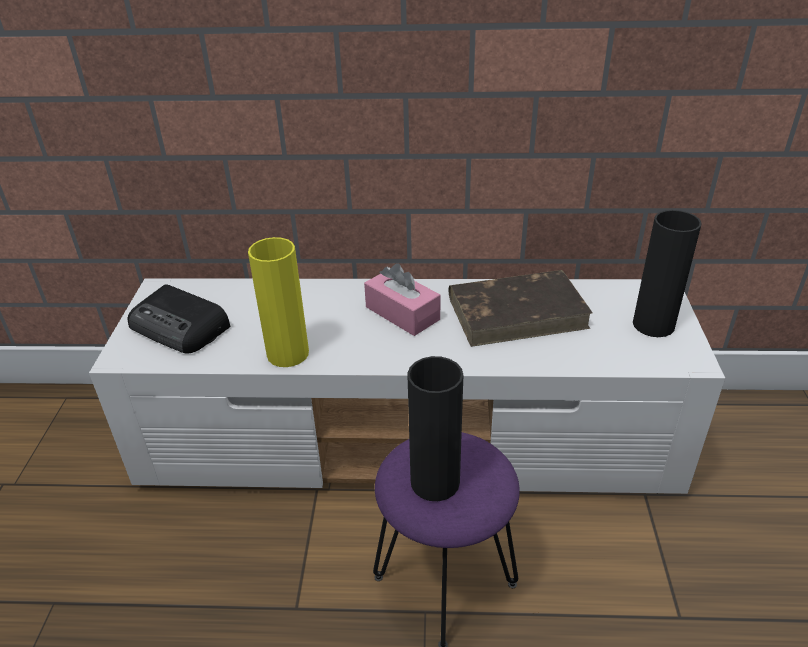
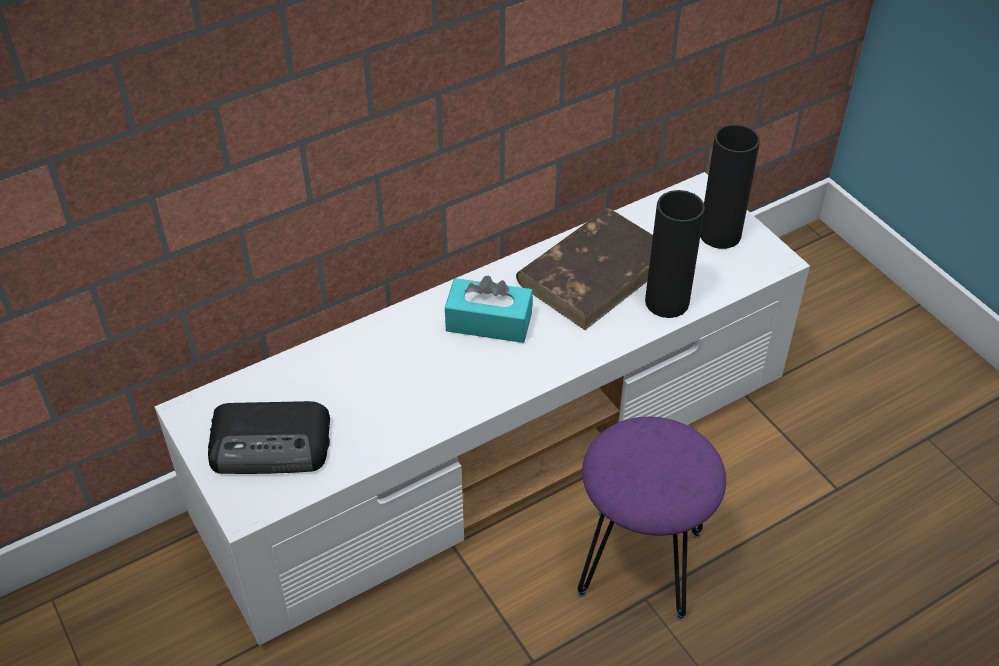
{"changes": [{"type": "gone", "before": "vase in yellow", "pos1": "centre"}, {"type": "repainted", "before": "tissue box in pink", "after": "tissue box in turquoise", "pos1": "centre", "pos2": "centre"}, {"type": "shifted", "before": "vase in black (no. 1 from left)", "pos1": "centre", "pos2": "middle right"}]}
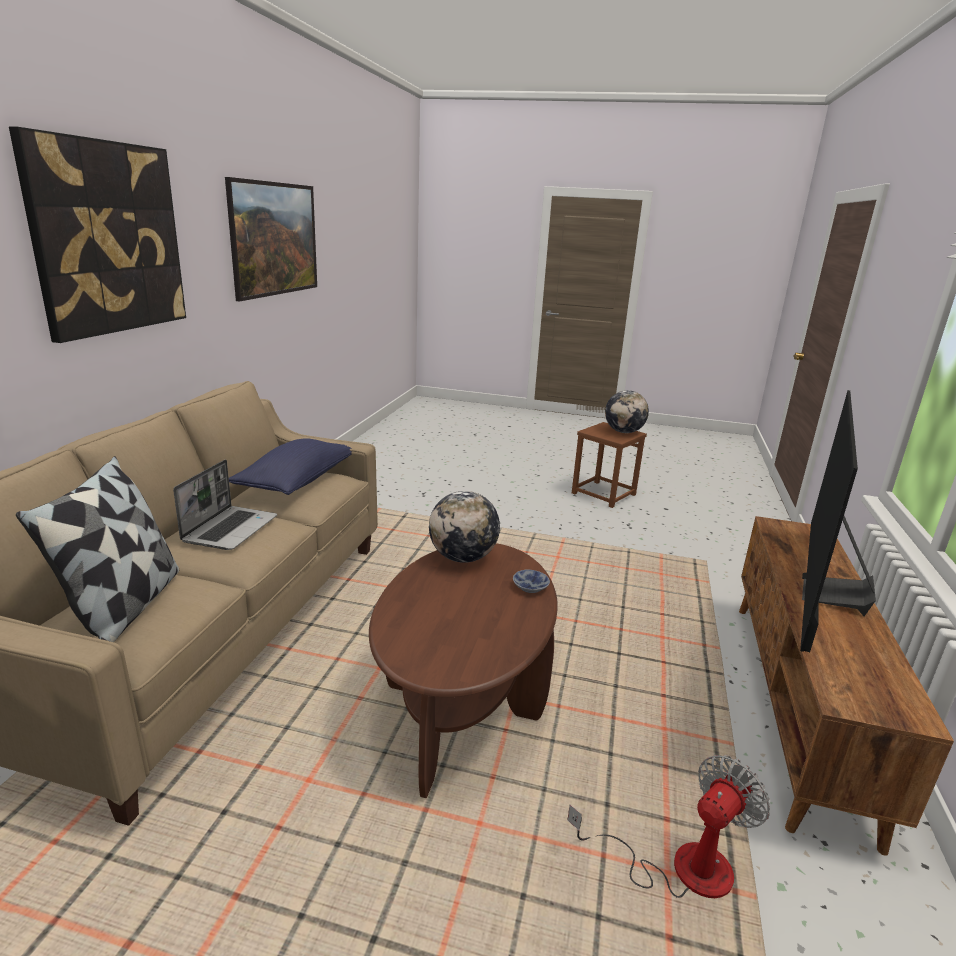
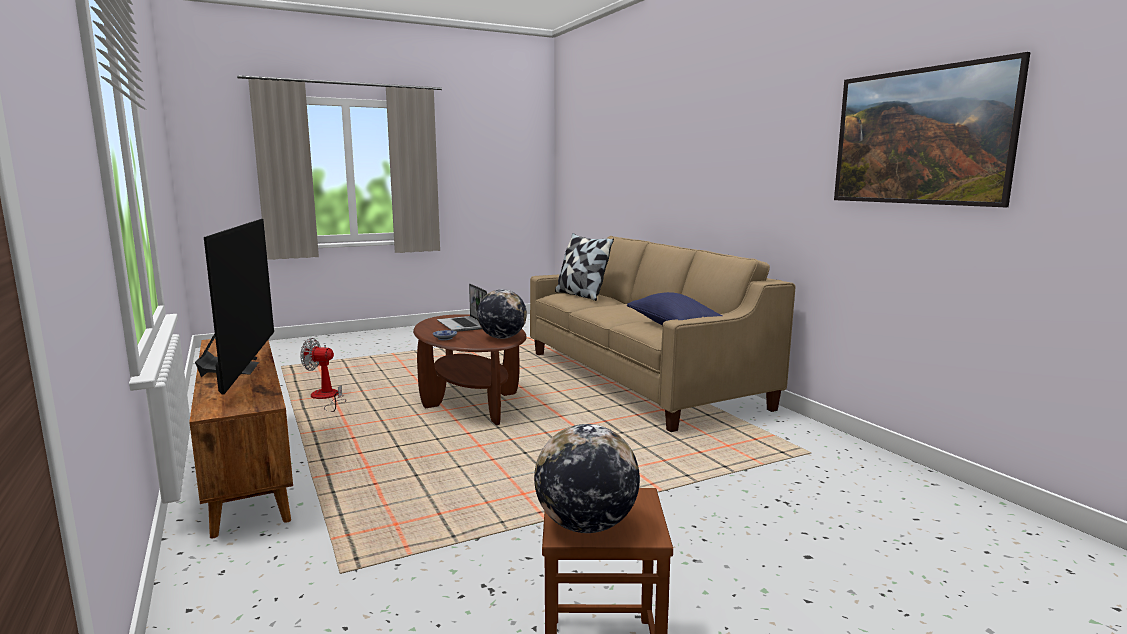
{"changes": [{"type": "gone", "before": "picture (no. 1 from left)", "pos1": "top left"}, {"type": "shifted", "before": "laptop", "pos1": "middle left", "pos2": "centre"}, {"type": "rotated", "before": "fan", "pos1": "bottom right", "pos2": "middle left", "turn": 90}]}
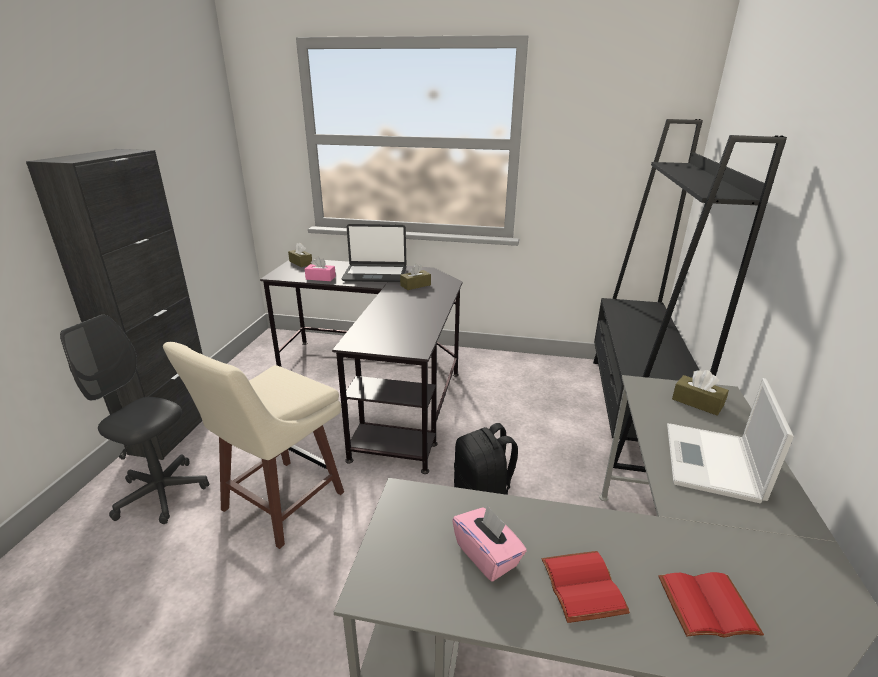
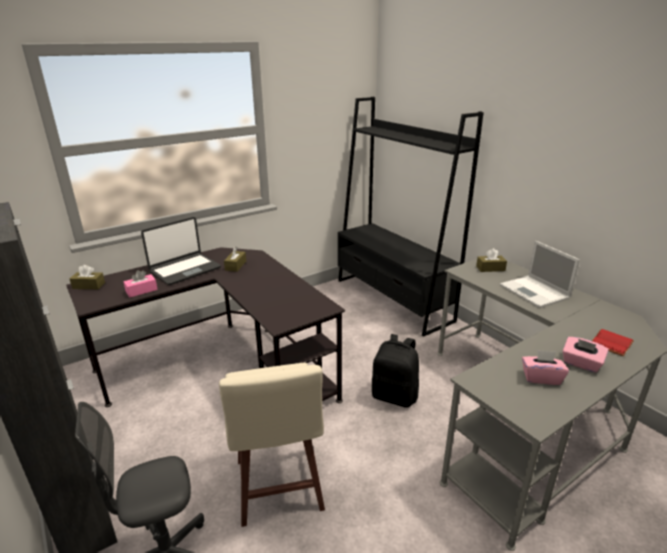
{"changes": [{"type": "swapped", "before": "book in red (no. 1 from left)", "after": "tissue box in pink (no. 3 from left)", "pos1": "bottom right", "pos2": "middle right"}]}
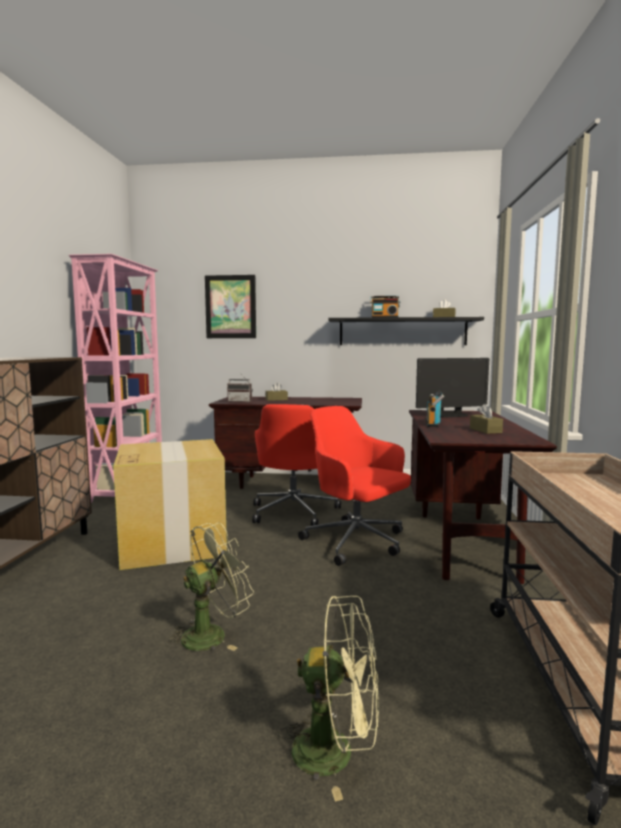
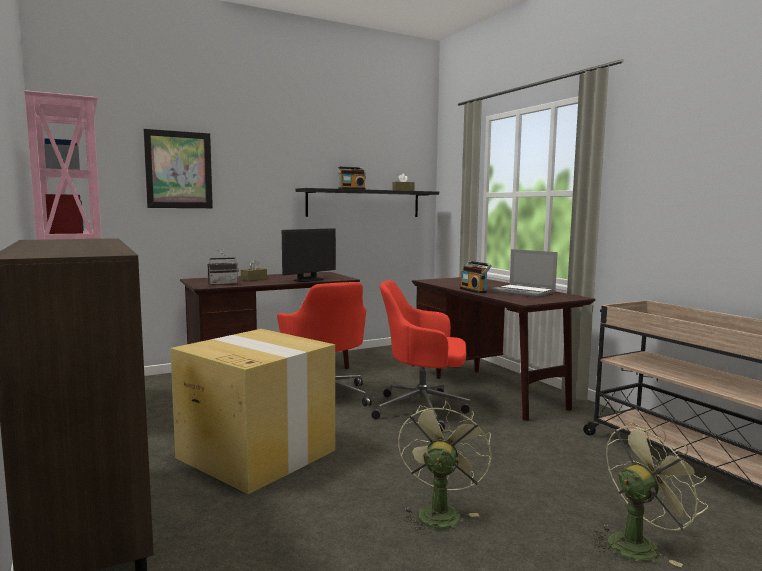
{"changes": [{"type": "shifted", "before": "monitor", "pos1": "middle right", "pos2": "centre"}, {"type": "swapped", "before": "tissue box in brown (no. 3 from left)", "after": "laptop", "pos1": "middle right", "pos2": "middle right"}]}
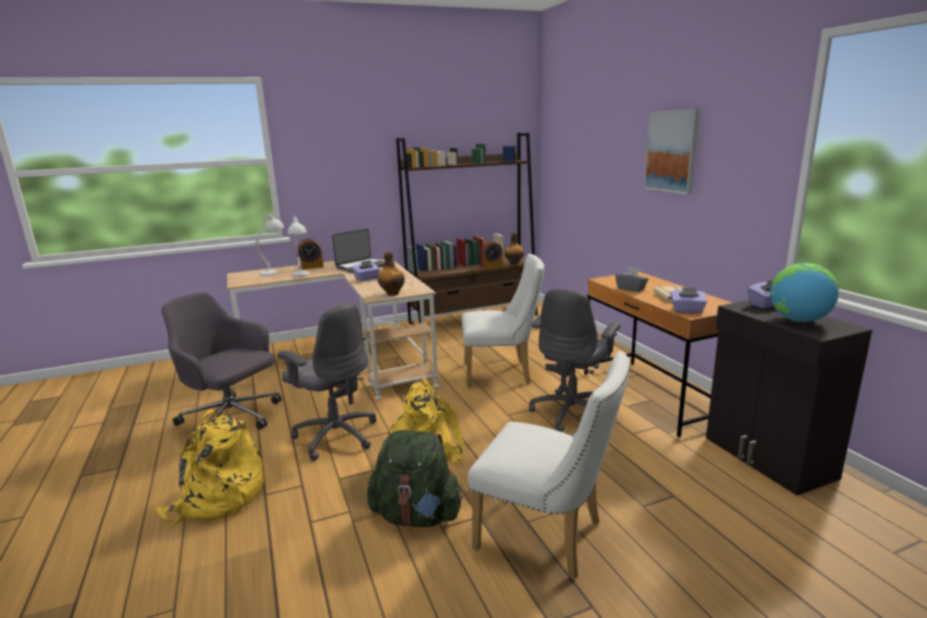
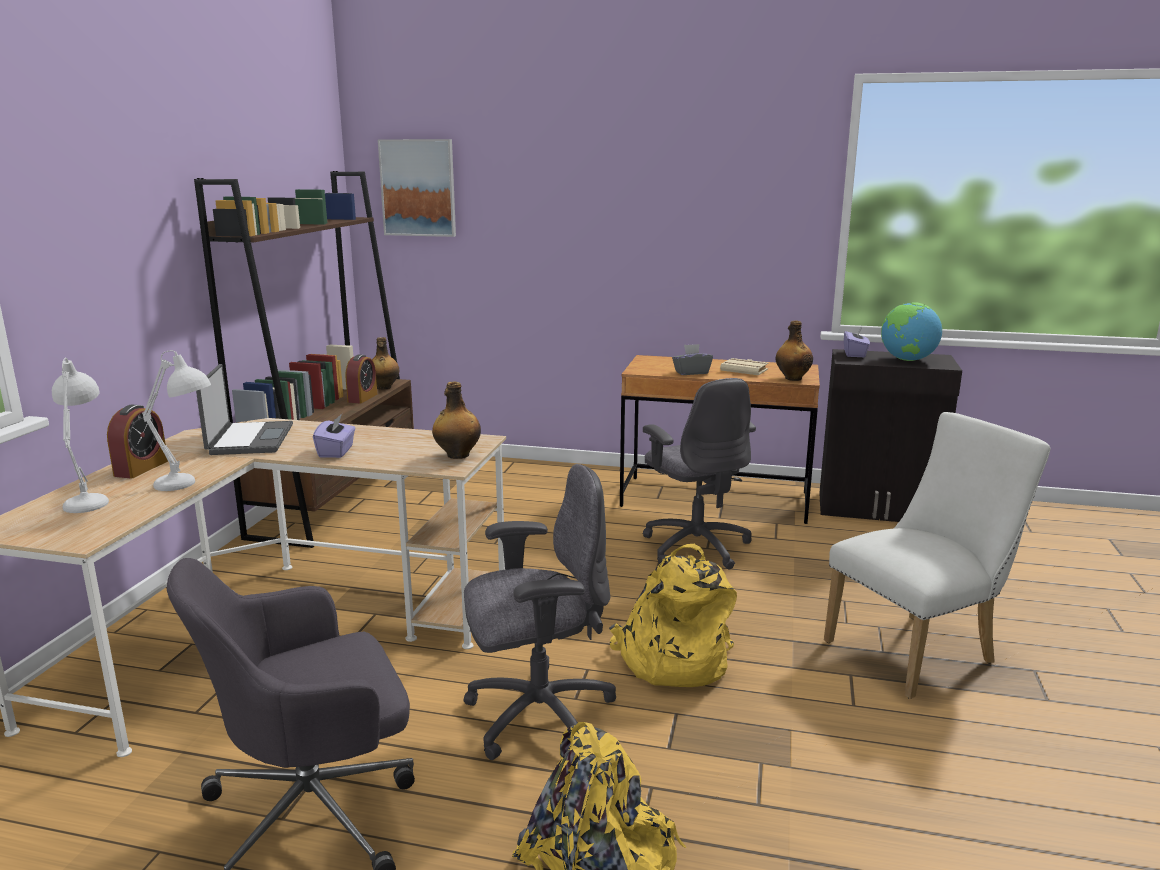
{"changes": [{"type": "shifted", "before": "picture", "pos1": "top right", "pos2": "top centre"}, {"type": "gone", "before": "chair in white (no. 1 from left)", "pos1": "centre"}, {"type": "swapped", "before": "tissue box in purple (no. 2 from left)", "after": "bottle (no. 3 from left)", "pos1": "middle right", "pos2": "middle right"}, {"type": "gone", "before": "backpack in green", "pos1": "bottom centre"}]}
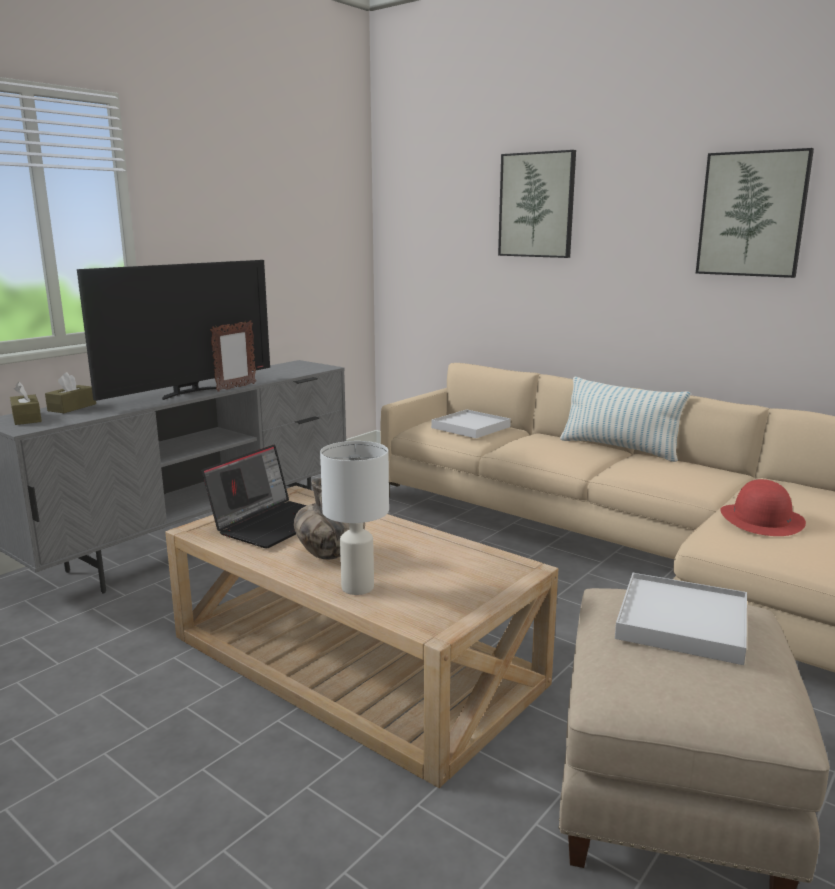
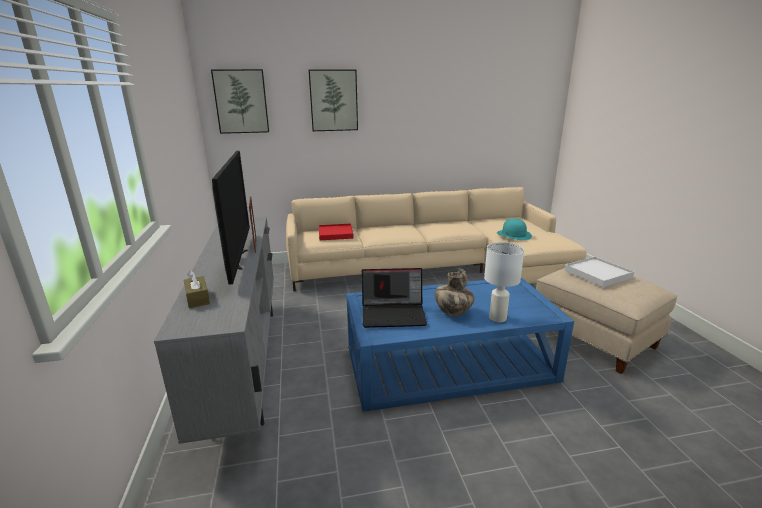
{"changes": [{"type": "shifted", "before": "picture (no. 2 from left in the first image)", "after": "picture (no. 1 from left)", "pos1": "top right", "pos2": "top left"}, {"type": "gone", "before": "pillow", "pos1": "middle right"}, {"type": "gone", "before": "tissue box in brown (no. 1 from left)", "pos1": "middle left"}, {"type": "repainted", "before": "tray in white (no. 1 from left)", "after": "tray in red", "pos1": "centre", "pos2": "centre"}, {"type": "rotated", "before": "laptop", "pos1": "middle left", "pos2": "centre", "turn": 105}, {"type": "repainted", "before": "hat in red", "after": "hat in turquoise", "pos1": "middle right", "pos2": "middle right"}, {"type": "repainted", "before": "coffee table in beige", "after": "coffee table in blue", "pos1": "bottom centre", "pos2": "bottom centre"}]}
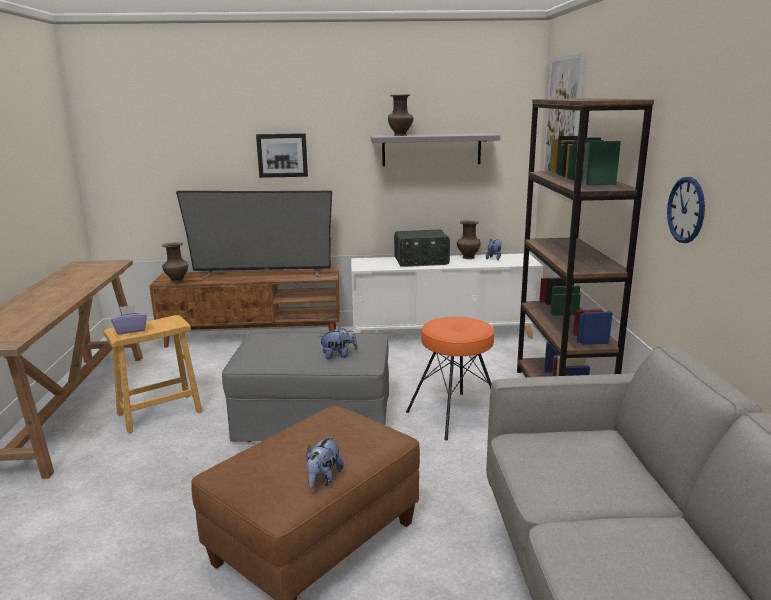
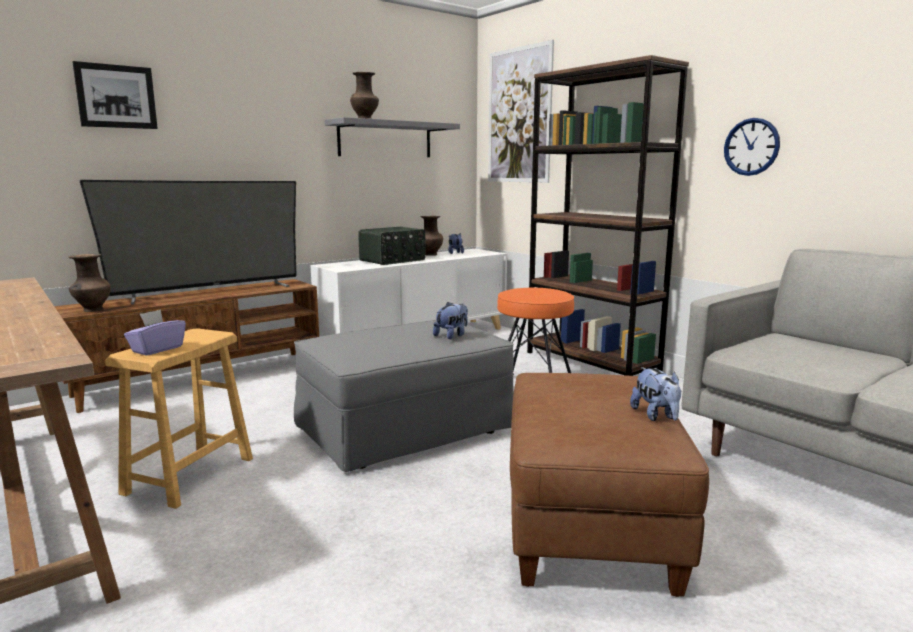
{"changes": [{"type": "shifted", "before": "picture (no. 1 from left)", "pos1": "top centre", "pos2": "top left"}]}
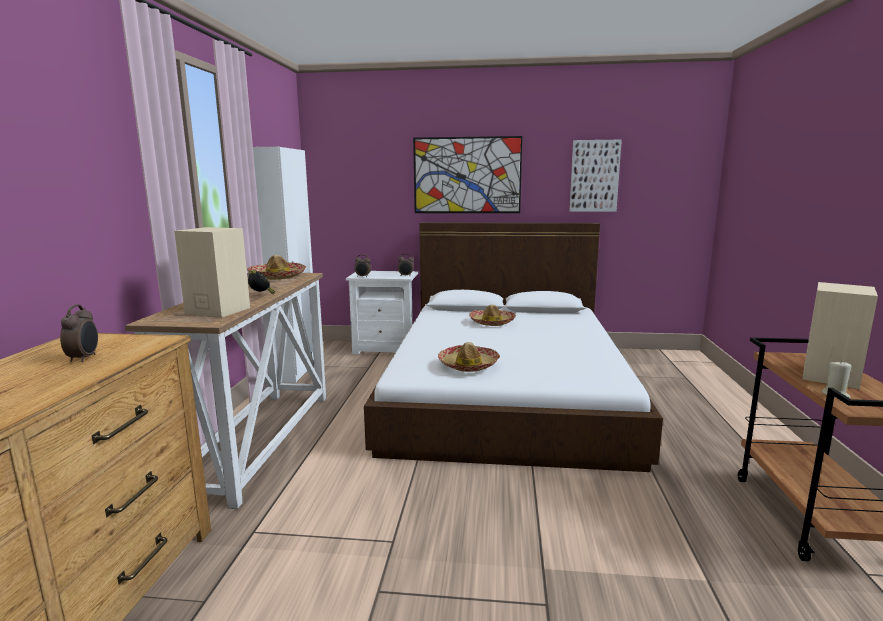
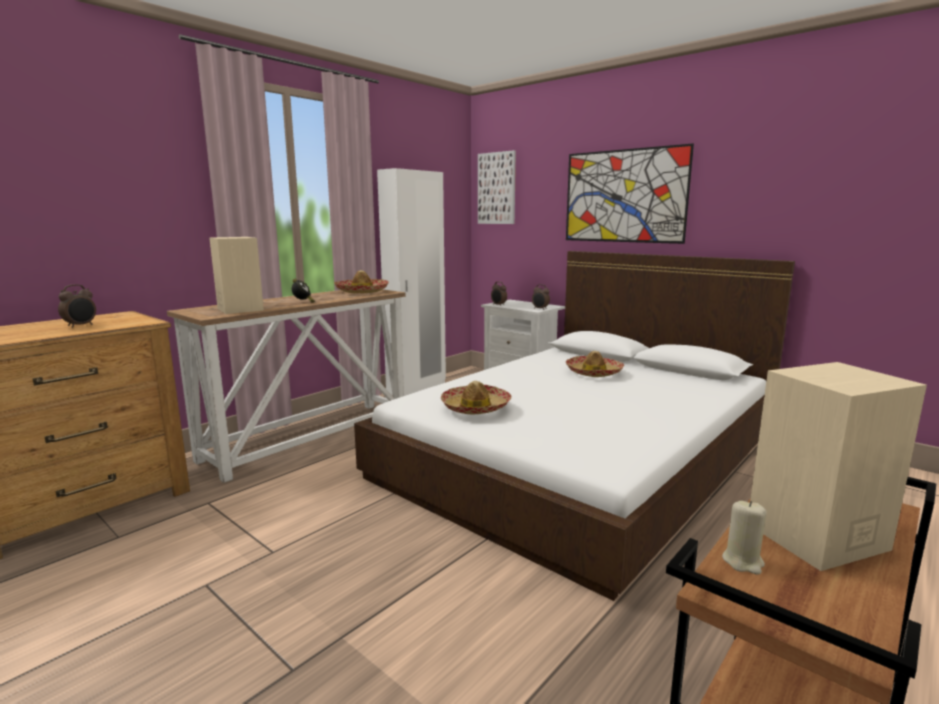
{"changes": [{"type": "shifted", "before": "picture (no. 2 from left in the first image)", "after": "picture (no. 1 from left)", "pos1": "top right", "pos2": "top centre"}]}
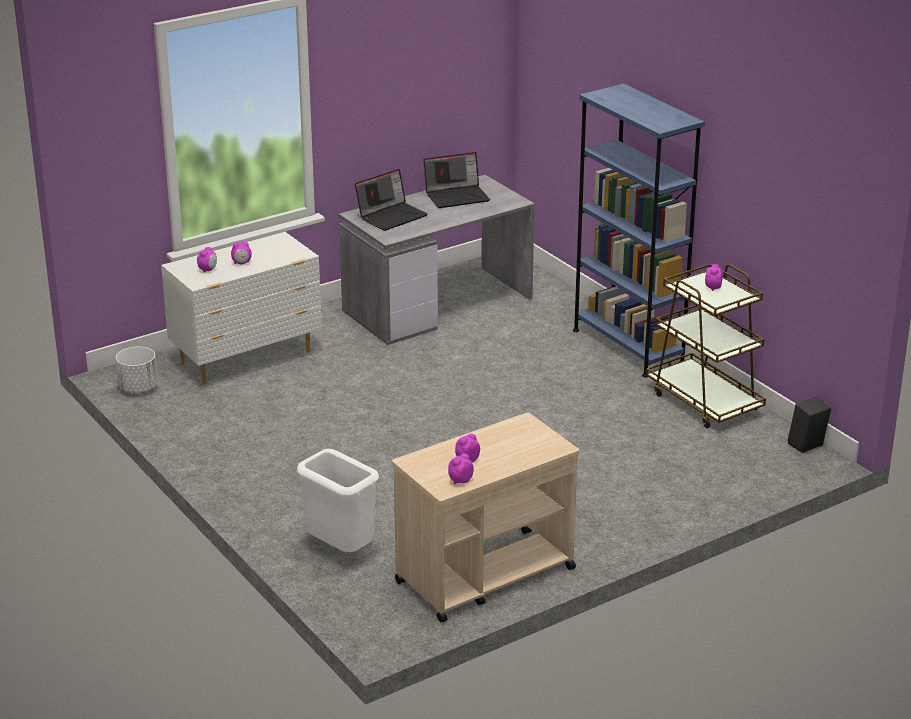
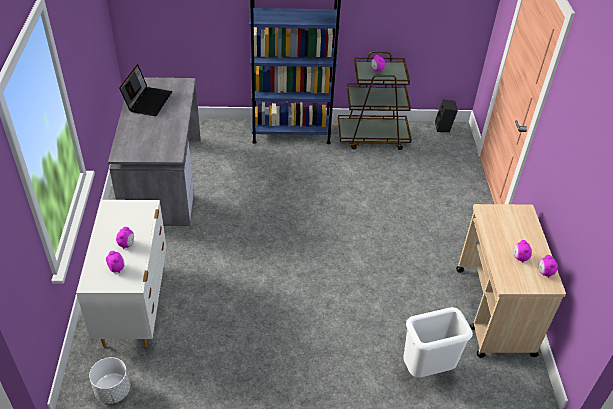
{"changes": [{"type": "gone", "before": "laptop (no. 1 from left)", "pos1": "top centre"}]}
